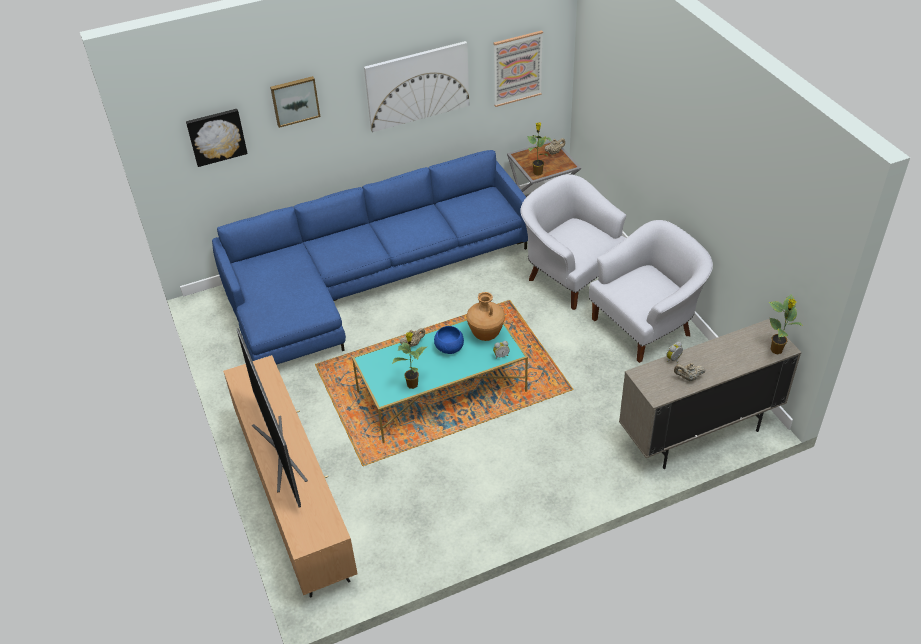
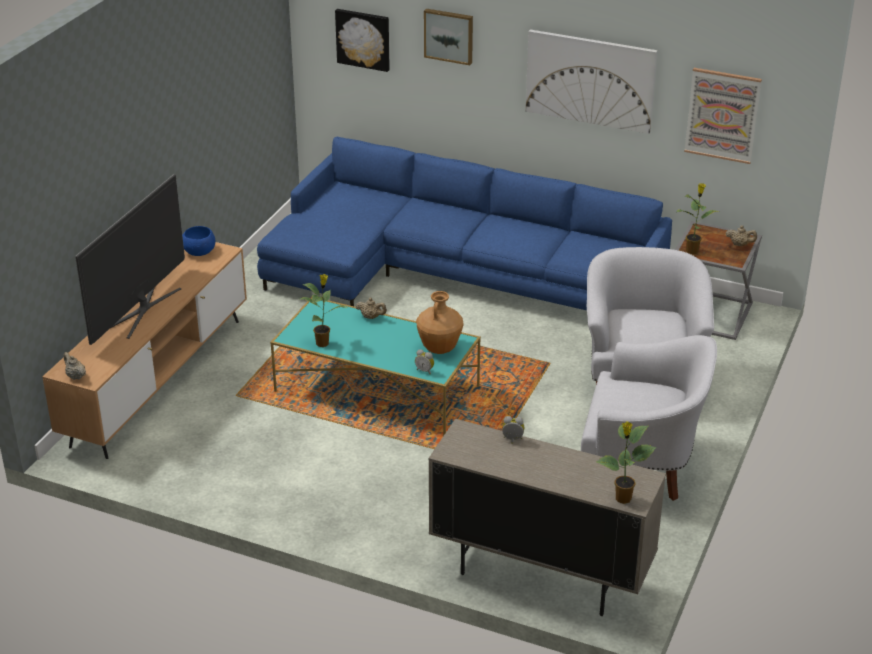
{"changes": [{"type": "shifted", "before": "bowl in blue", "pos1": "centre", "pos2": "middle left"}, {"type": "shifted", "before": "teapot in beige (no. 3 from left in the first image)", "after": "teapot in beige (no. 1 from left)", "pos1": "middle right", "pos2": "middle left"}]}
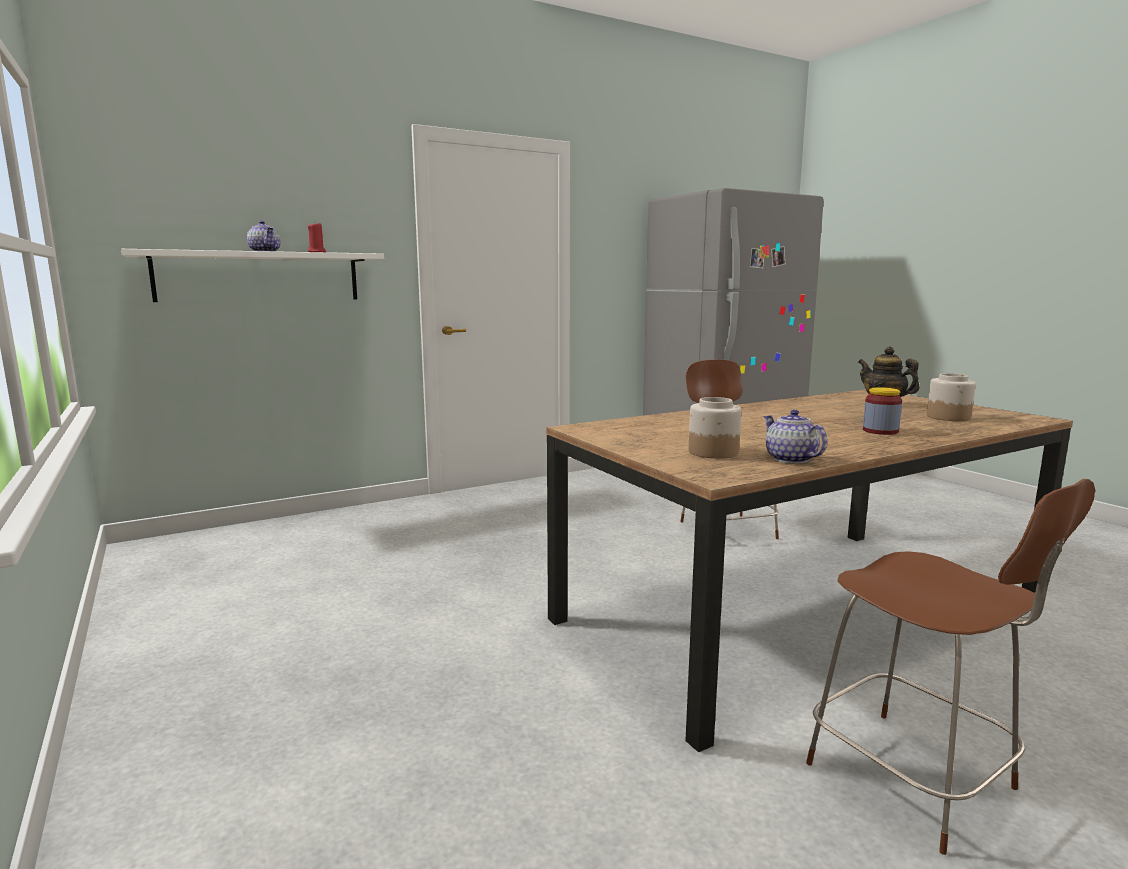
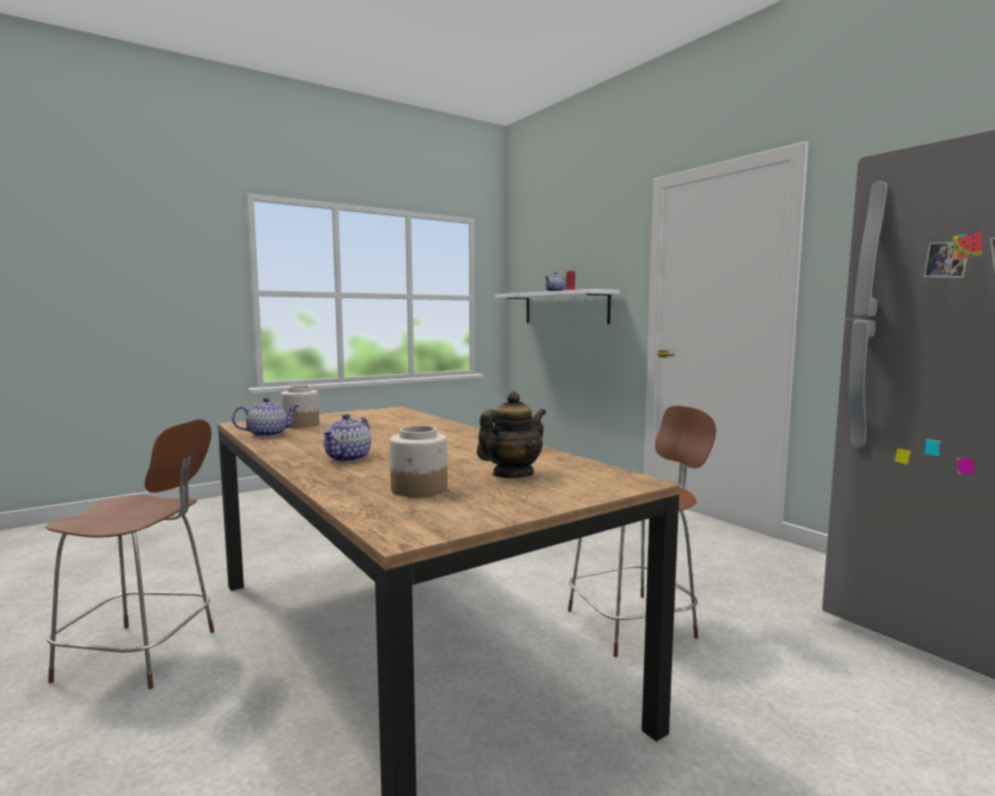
{"changes": [{"type": "swapped", "before": "jar (no. 2 from left)", "after": "teapot (no. 2 from left)", "pos1": "middle right", "pos2": "centre"}, {"type": "rotated", "before": "chair in brown (no. 2 from left in the first image)", "pos1": "bottom right", "pos2": "bottom left", "turn": -135}]}
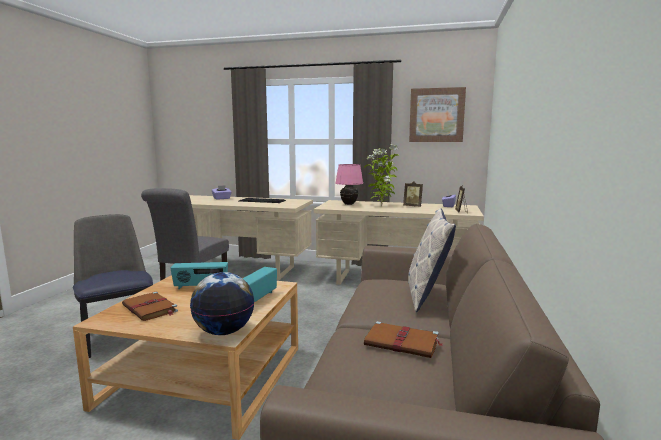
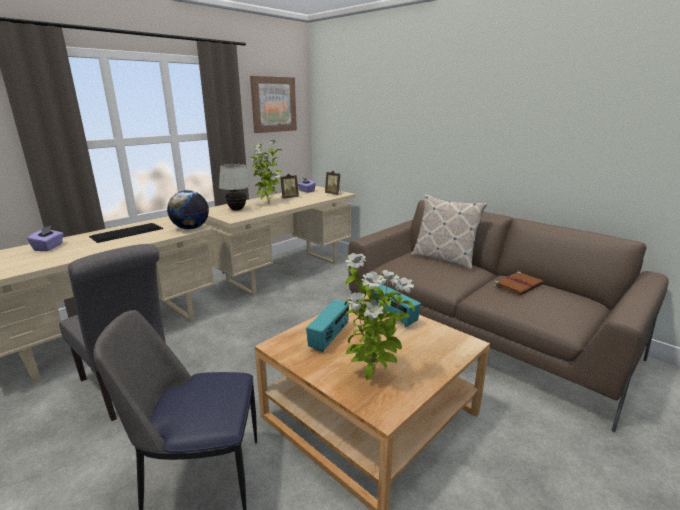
{"changes": [{"type": "repainted", "before": "table lamp in pink", "after": "table lamp in white", "pos1": "centre", "pos2": "centre"}, {"type": "shifted", "before": "globe", "pos1": "bottom centre", "pos2": "middle left"}, {"type": "swapped", "before": "book in brown (no. 1 from left)", "after": "potted plant (no. 2 from left)", "pos1": "bottom left", "pos2": "centre"}]}
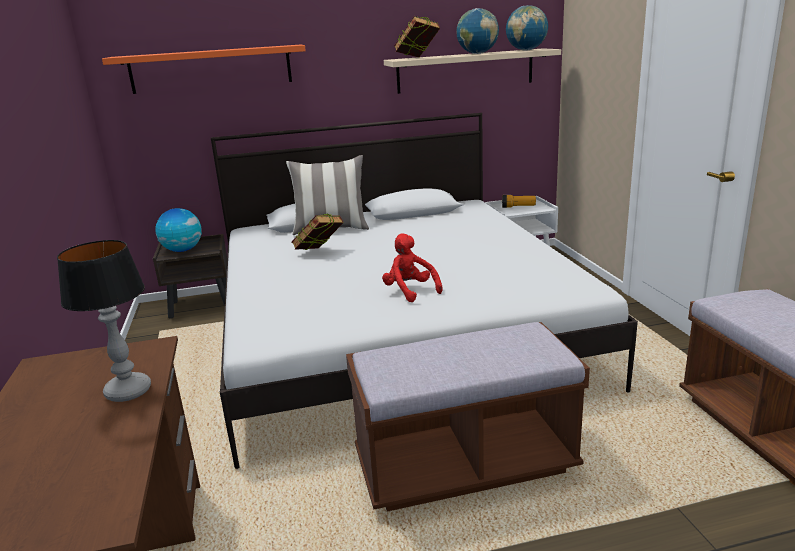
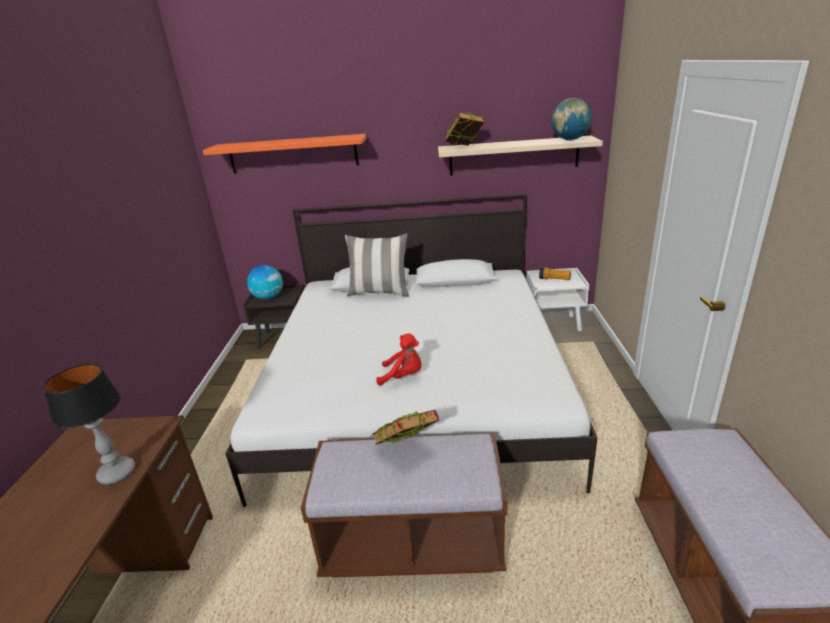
{"changes": [{"type": "gone", "before": "globe (no. 2 from left)", "pos1": "top centre"}, {"type": "shifted", "before": "book (no. 1 from left)", "pos1": "centre", "pos2": "bottom centre"}, {"type": "rotated", "before": "plush toy in red", "pos1": "centre", "pos2": "centre", "turn": 120}]}
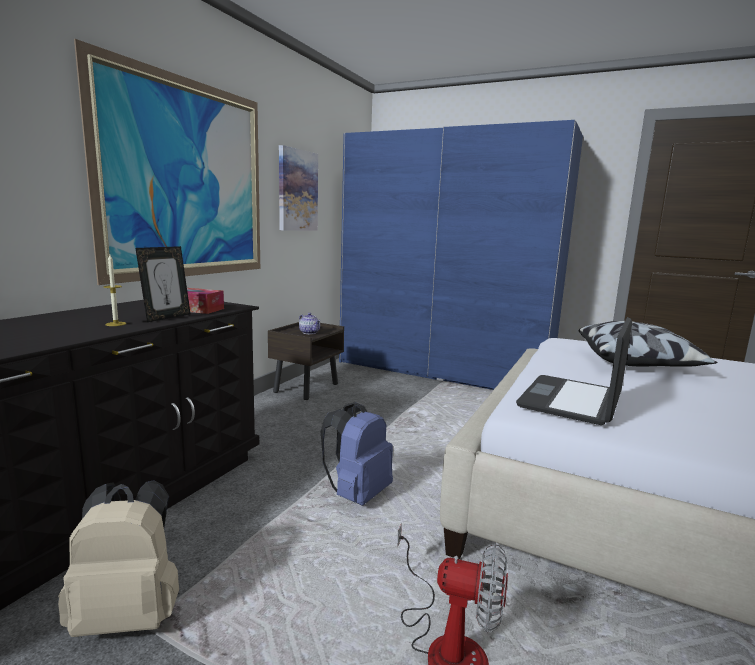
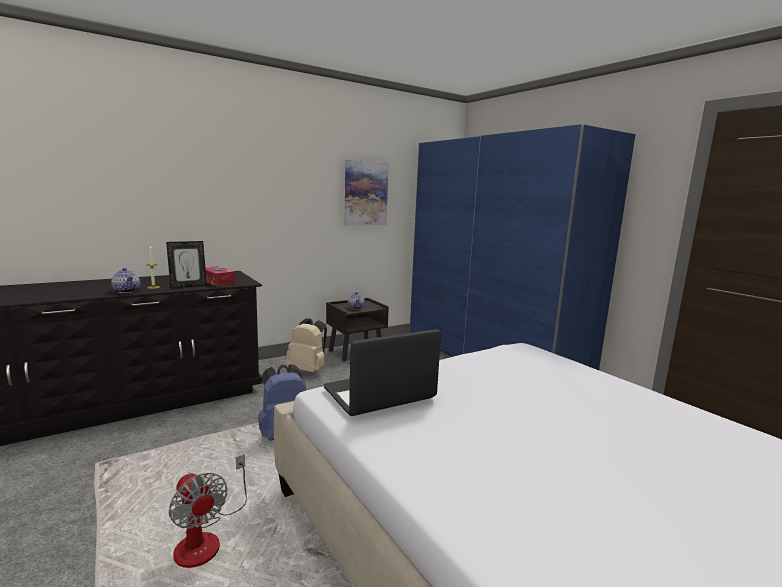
{"changes": [{"type": "gone", "before": "picture (no. 1 from left)", "pos1": "top left"}, {"type": "gone", "before": "pillow", "pos1": "middle right"}, {"type": "shifted", "before": "backpack in beige", "pos1": "bottom left", "pos2": "centre"}, {"type": "new", "after": "teapot (no. 1 from left)", "pos2": "middle left"}]}
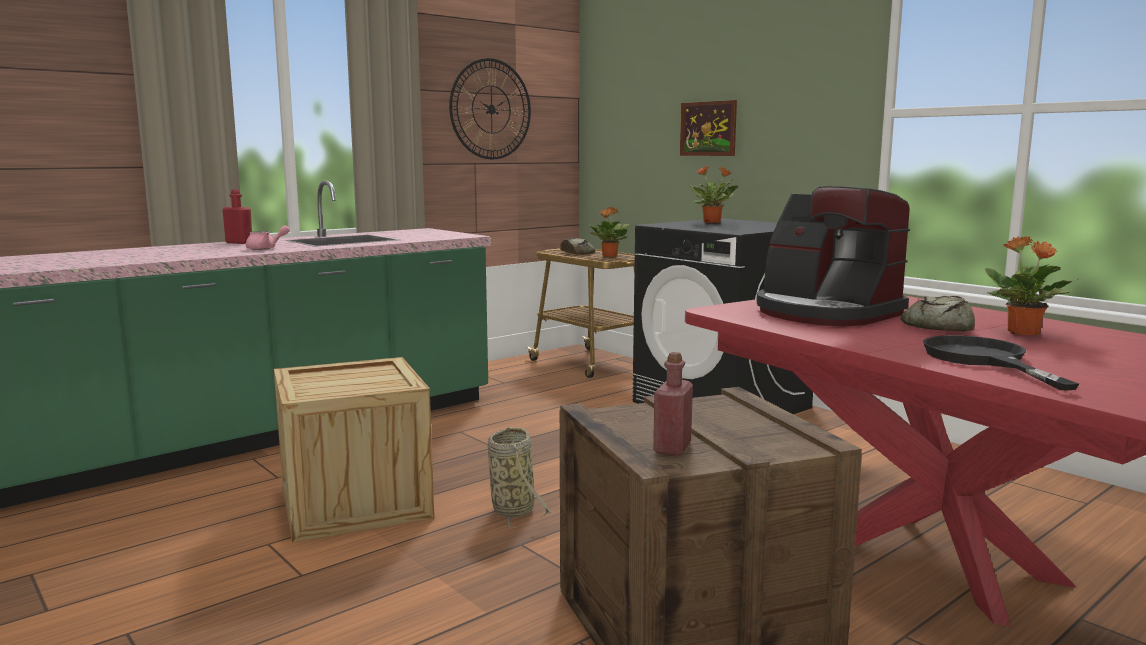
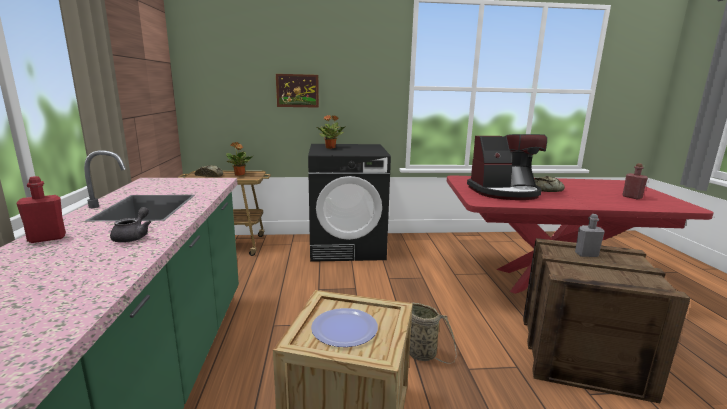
{"changes": [{"type": "gone", "before": "wall clock", "pos1": "top centre"}, {"type": "repainted", "before": "teapot in pink", "after": "teapot in grey", "pos1": "middle left", "pos2": "middle left"}, {"type": "gone", "before": "potted plant (no. 3 from left)", "pos1": "middle right"}, {"type": "gone", "before": "frying pan in black", "pos1": "middle right"}, {"type": "shifted", "before": "bottle in red (no. 2 from left)", "pos1": "centre", "pos2": "middle right"}, {"type": "new", "after": "bottle in grey", "pos2": "middle right"}, {"type": "new", "after": "plate", "pos2": "bottom centre"}]}
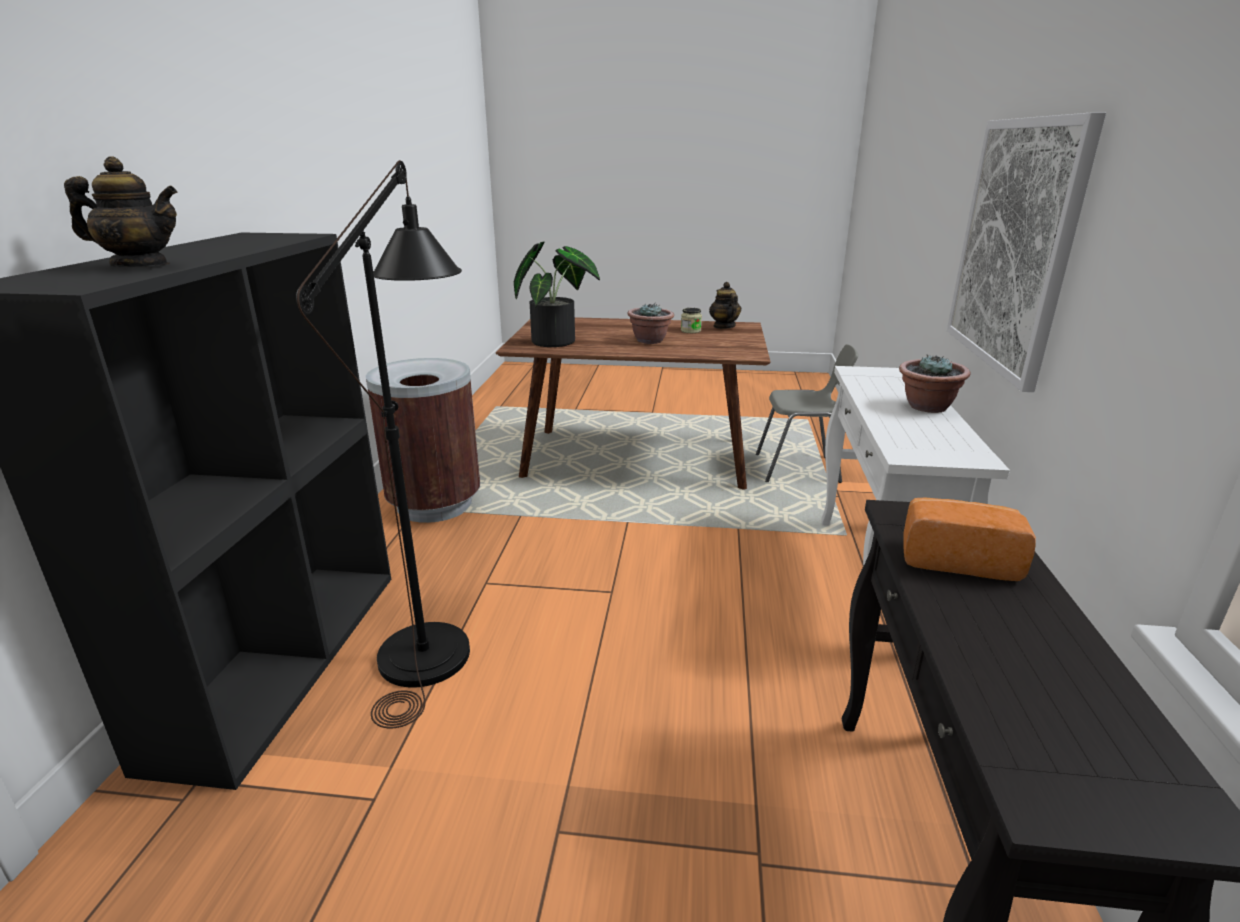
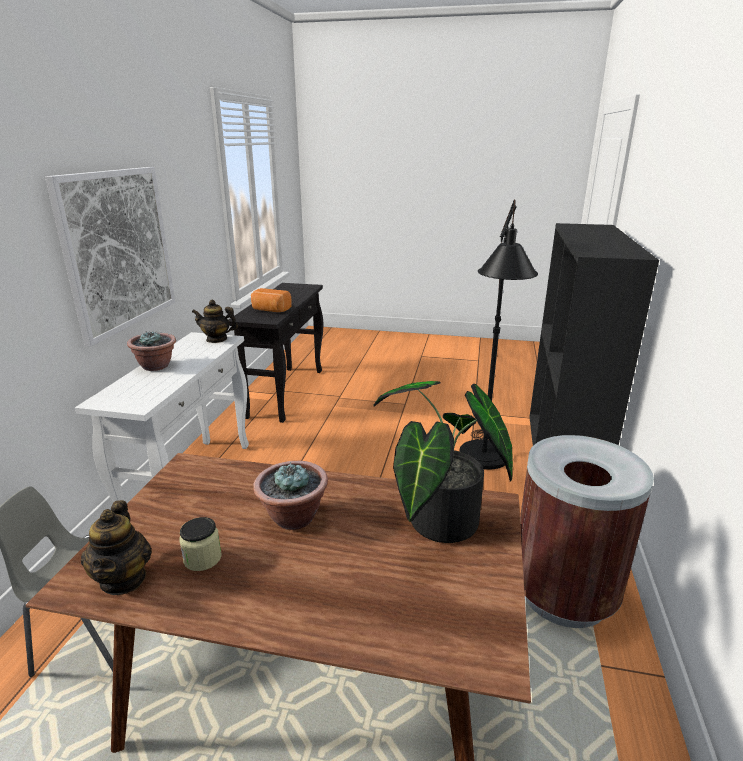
{"changes": [{"type": "shifted", "before": "teapot (no. 1 from left in the first image)", "after": "teapot (no. 2 from left)", "pos1": "top left", "pos2": "middle left"}]}
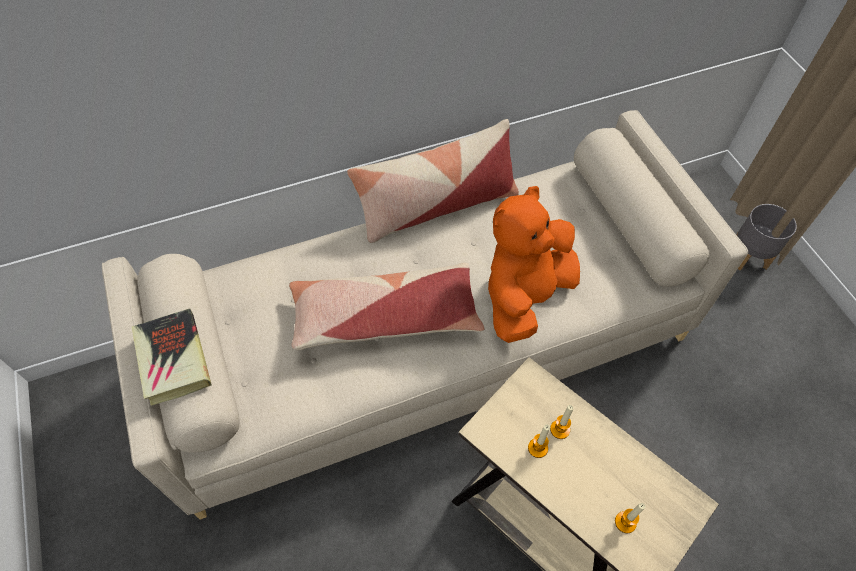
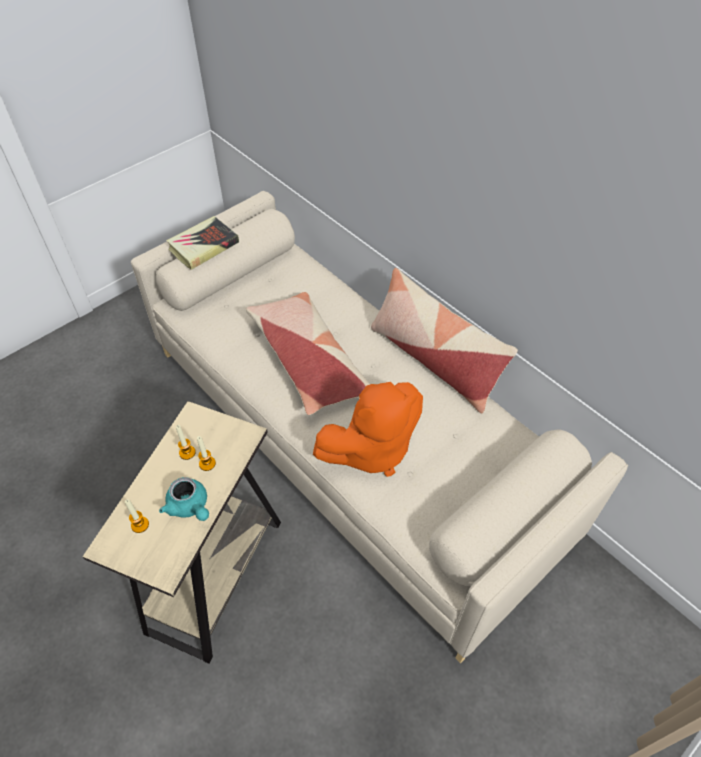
{"changes": [{"type": "rotated", "before": "plush toy in orange", "pos1": "centre", "pos2": "centre", "turn": 135}, {"type": "gone", "before": "planter in grey", "pos1": "middle right"}, {"type": "new", "after": "teapot in turquoise", "pos2": "middle left"}]}
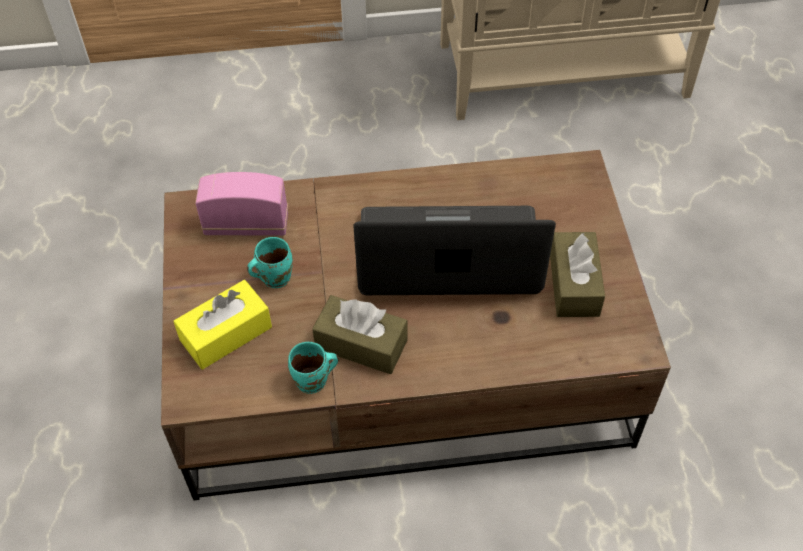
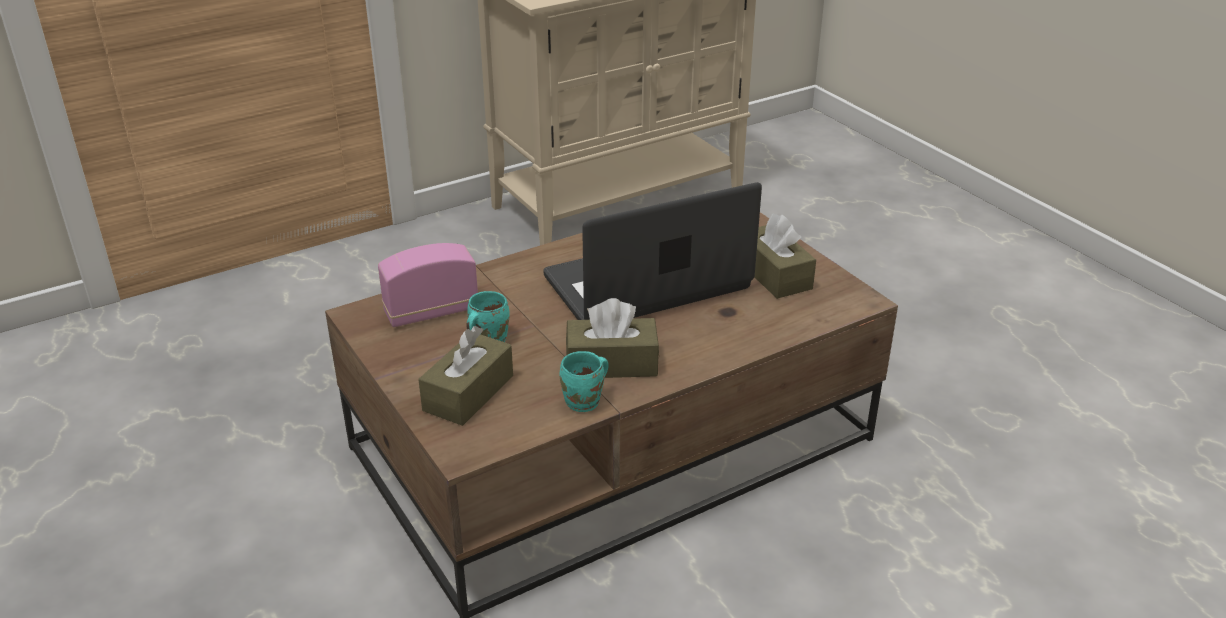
{"changes": [{"type": "repainted", "before": "tissue box in yellow", "after": "tissue box in brown (no. 1 from left)", "pos1": "middle left", "pos2": "centre"}]}
